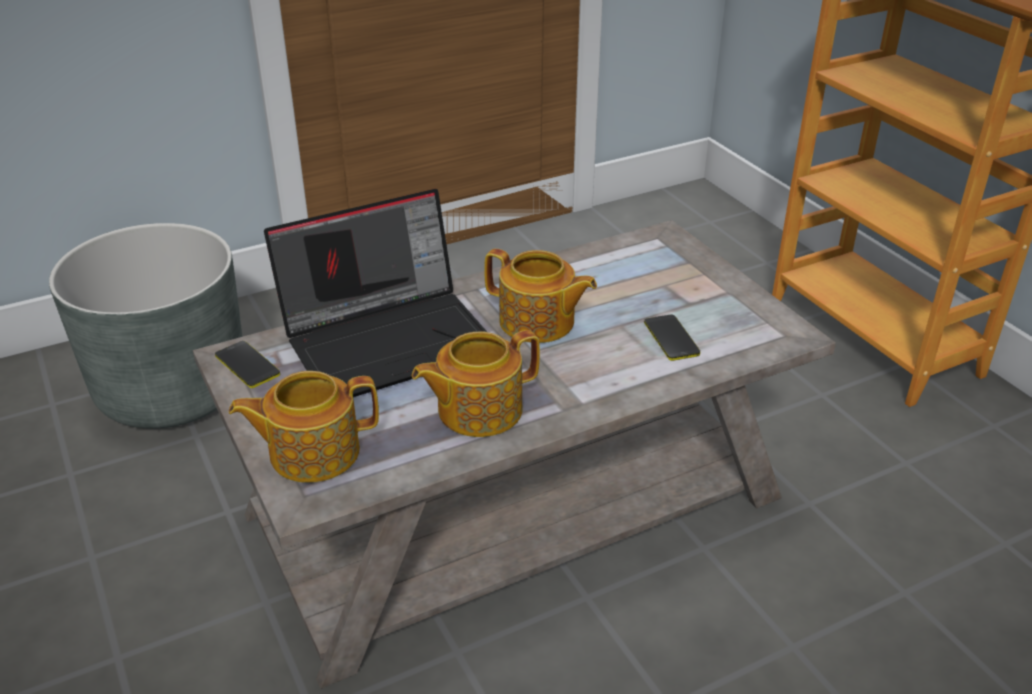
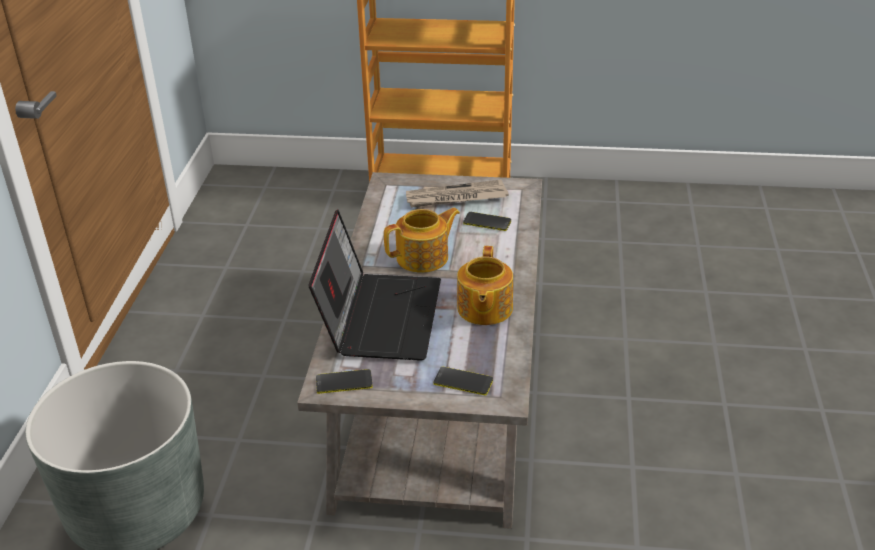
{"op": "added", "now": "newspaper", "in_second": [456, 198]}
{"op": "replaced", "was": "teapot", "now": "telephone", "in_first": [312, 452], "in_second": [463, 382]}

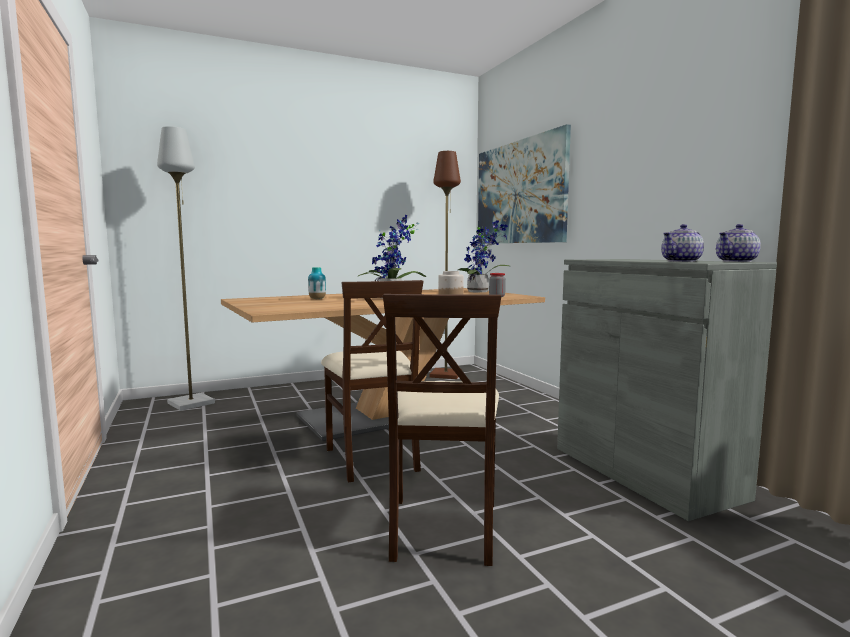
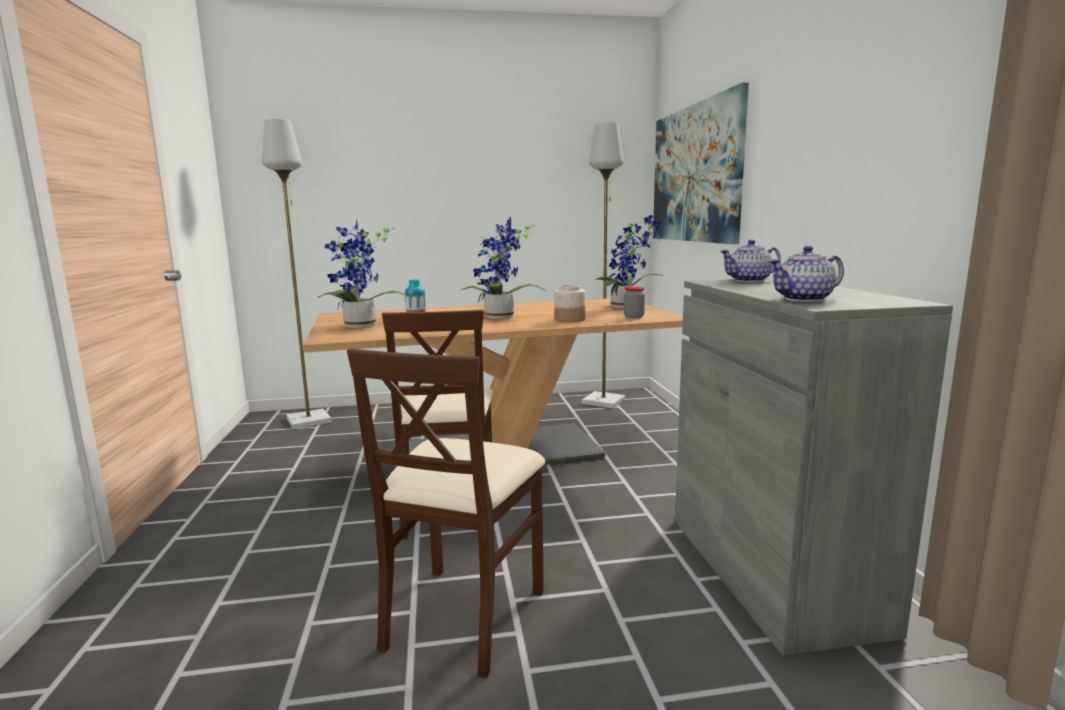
{"op": "added", "now": "houseplant", "in_second": [360, 327]}
{"op": "moved", "was": "teapot", "in_first": [737, 261], "in_second": [749, 280]}
{"op": "recoloured", "was": "brownish standing lamp", "now": "greyish standing lamp", "in_first": [446, 375], "in_second": [604, 401]}

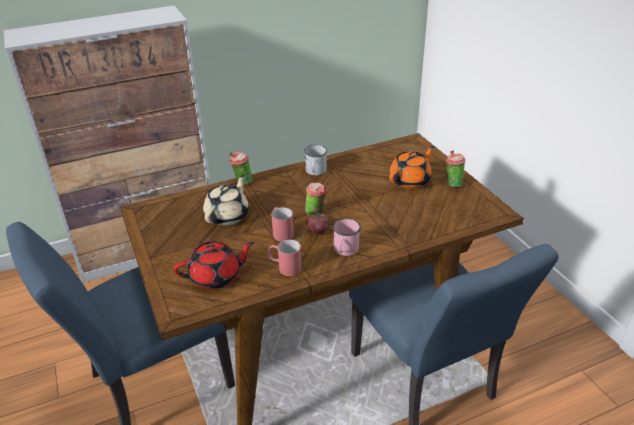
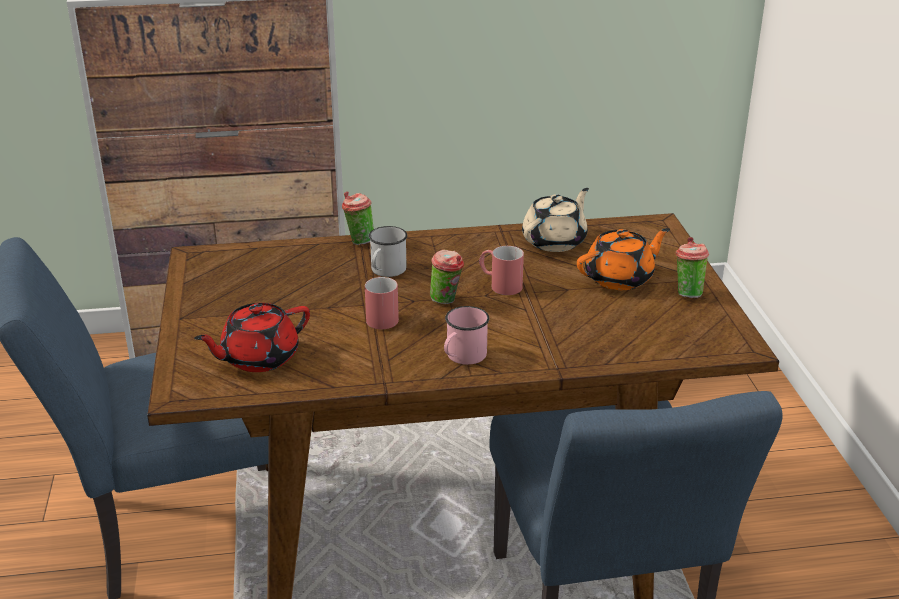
{"op": "removed", "was": "apple", "in_first": [318, 231]}
{"op": "moved", "was": "beige-coloured teapot", "in_first": [228, 215], "in_second": [555, 241]}
{"op": "moved", "was": "red coffee mug", "in_first": [284, 267], "in_second": [499, 285]}
{"op": "moved", "was": "whitish coffee mug", "in_first": [315, 172], "in_second": [386, 271]}
{"op": "turned", "was": "red teapot", "in_first": [216, 277], "in_second": [258, 358], "clockwise": 150}

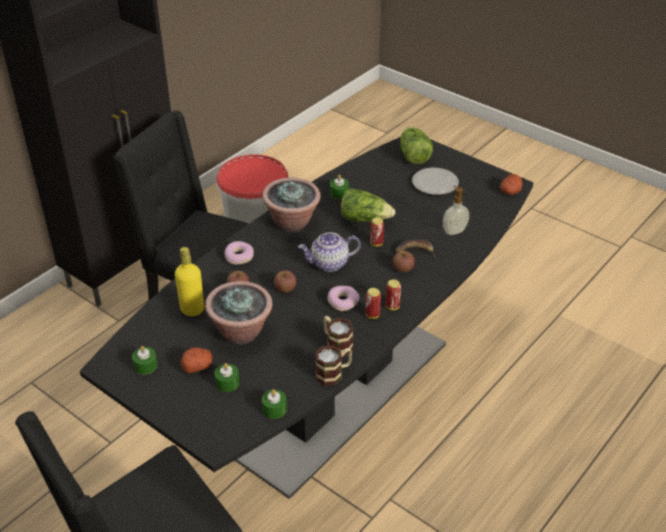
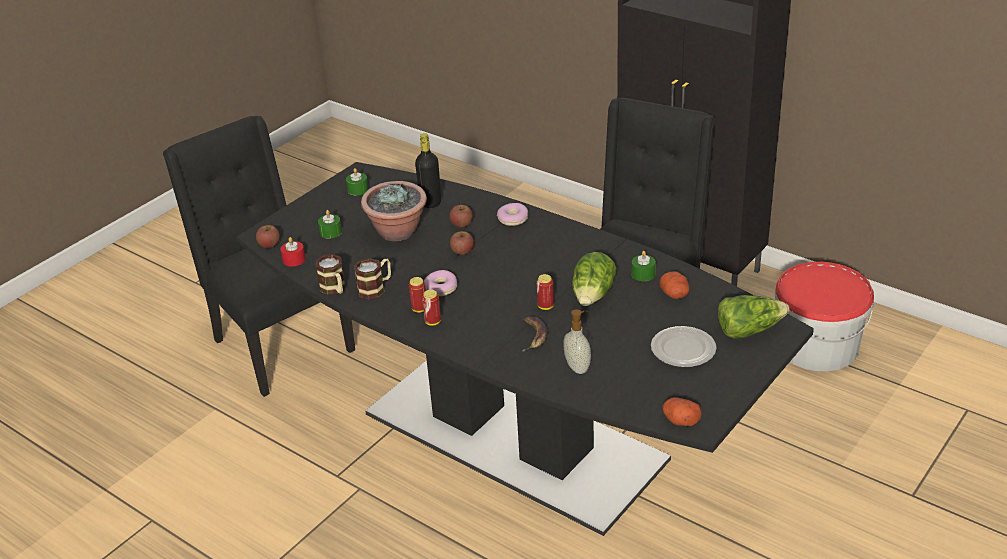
{"op": "removed", "was": "houseplant", "in_first": [292, 222]}
{"op": "removed", "was": "teapot", "in_first": [329, 264]}
{"op": "moved", "was": "spud", "in_first": [197, 366], "in_second": [675, 294]}
{"op": "moved", "was": "apple", "in_first": [403, 268], "in_second": [269, 244]}
{"op": "recoloured", "was": "yellow-coloured bottle", "now": "black bottle", "in_first": [192, 309], "in_second": [430, 203]}
{"op": "recoloured", "was": "green wax light", "now": "red wax light", "in_first": [274, 409], "in_second": [294, 260]}

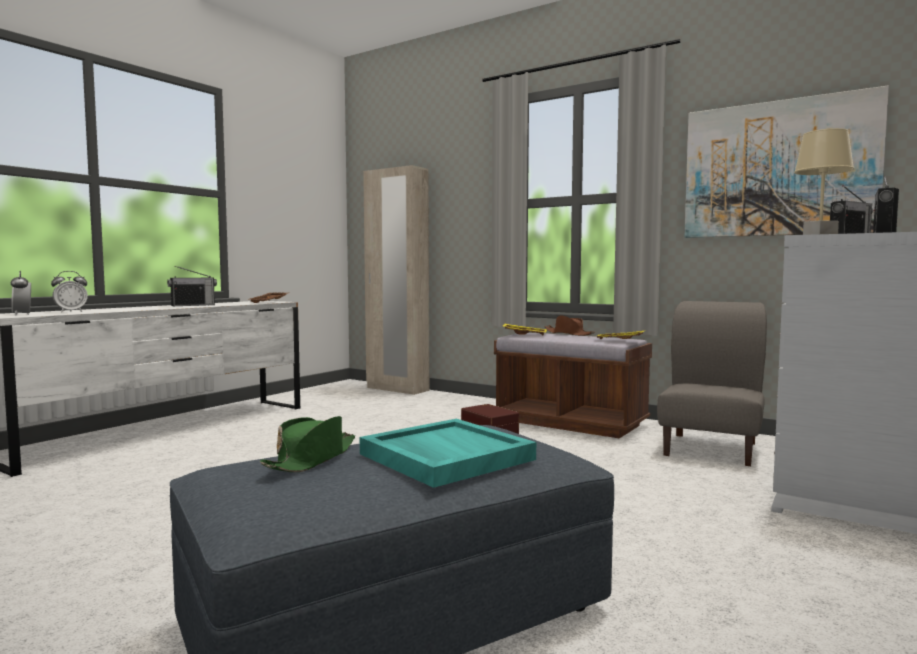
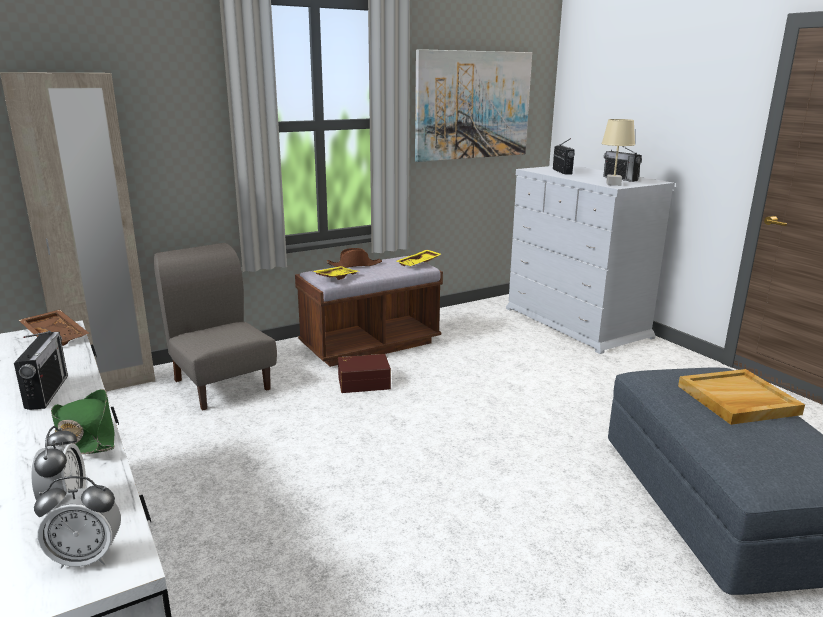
{"op": "moved", "was": "green hat", "in_first": [312, 459], "in_second": [86, 435]}
{"op": "moved", "was": "greyish upright chair", "in_first": [711, 449], "in_second": [222, 384]}
{"op": "recoloured", "was": "turquoise serving tray", "now": "beige-coloured serving tray", "in_first": [444, 456], "in_second": [737, 400]}

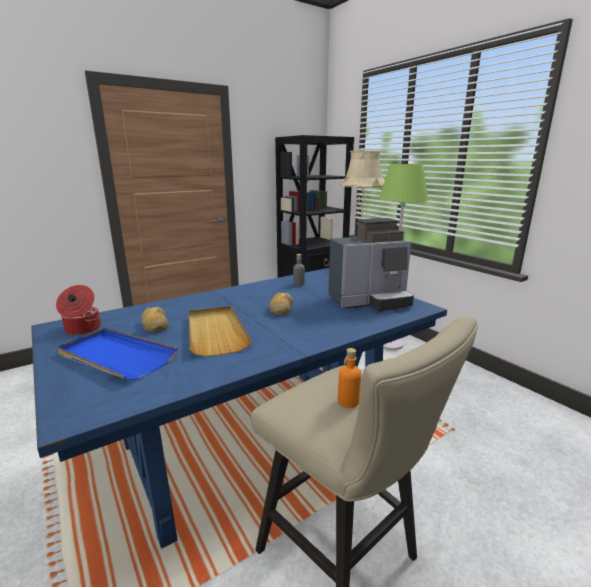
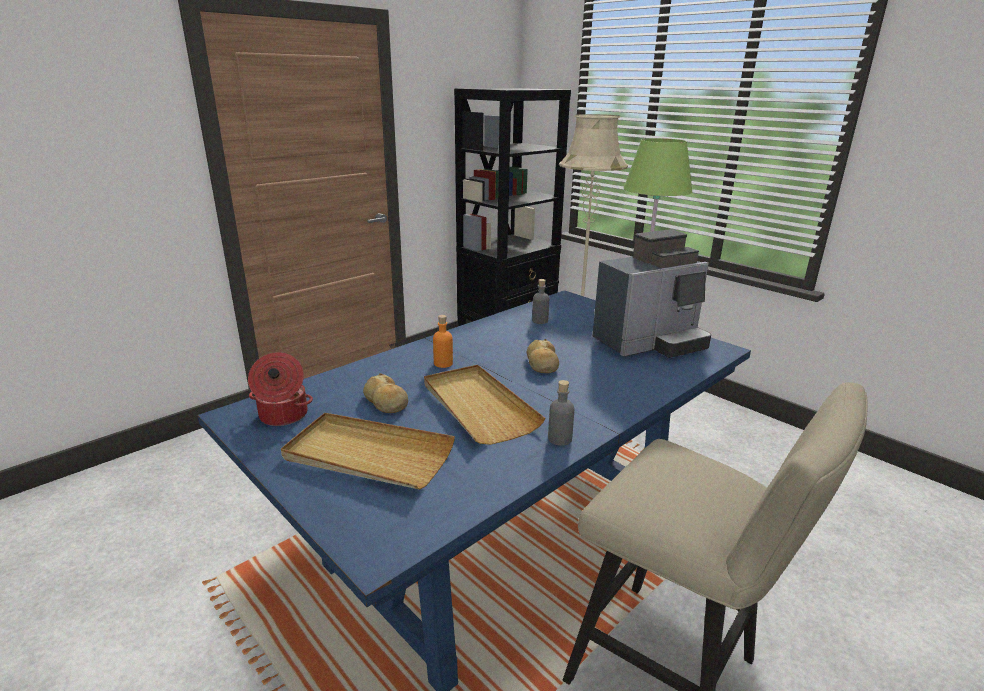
{"op": "added", "now": "greyish bottle", "in_second": [559, 439]}
{"op": "moved", "was": "orange bottle", "in_first": [348, 401], "in_second": [443, 363]}
{"op": "recoloured", "was": "bluish serving tray", "now": "beige-coloured serving tray", "in_first": [116, 357], "in_second": [368, 455]}

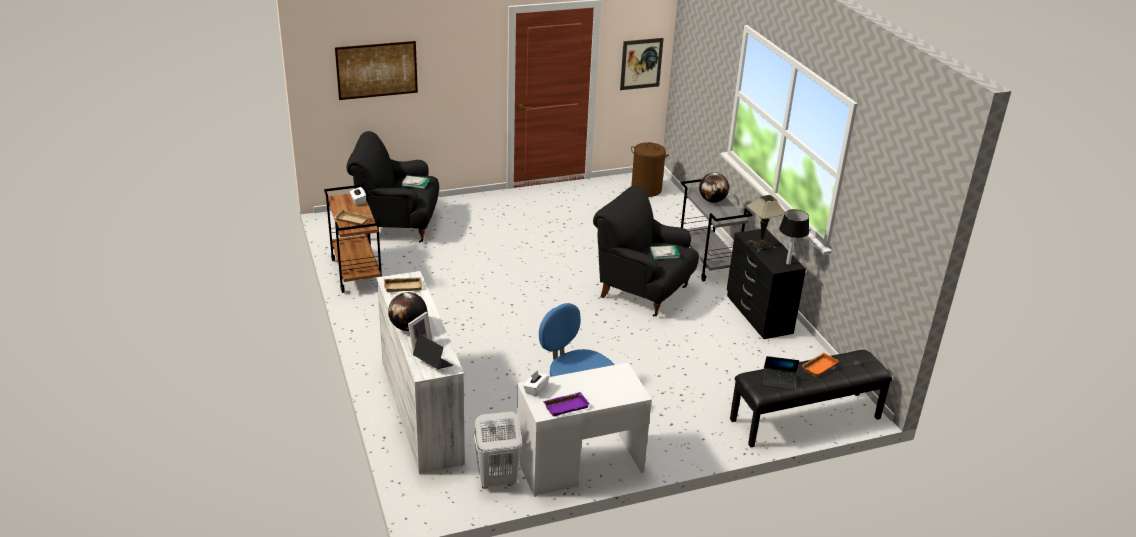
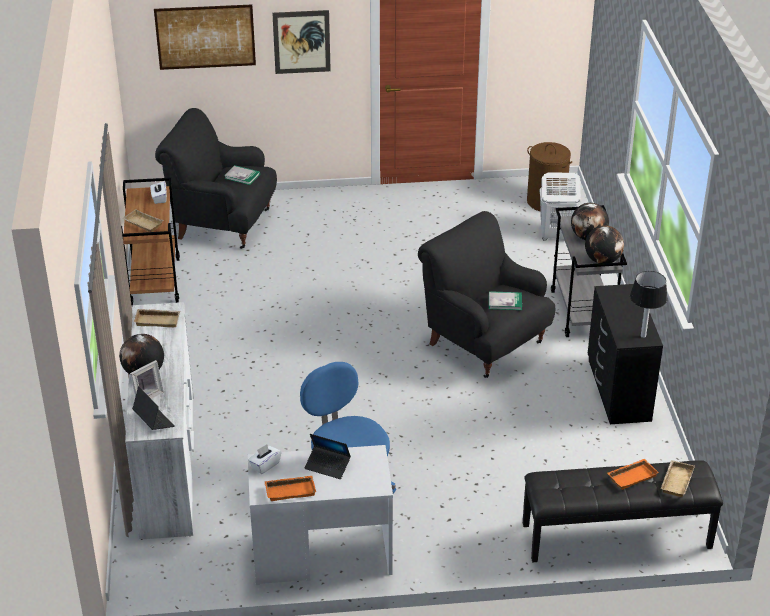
{"op": "removed", "was": "tabletop lamp", "in_first": [761, 245]}
{"op": "added", "now": "desk globe", "in_second": [602, 260]}
{"op": "added", "now": "beige-coloured serving tray", "in_second": [675, 481]}
{"op": "moved", "was": "whitish hamper", "in_first": [497, 480], "in_second": [556, 236]}
{"op": "moved", "was": "picture", "in_first": [641, 64], "in_second": [301, 42]}
{"op": "moved", "was": "notebook computer", "in_first": [779, 381], "in_second": [327, 466]}
{"op": "recoloured", "was": "purplish serving tray", "now": "orange serving tray", "in_first": [566, 406], "in_second": [291, 490]}

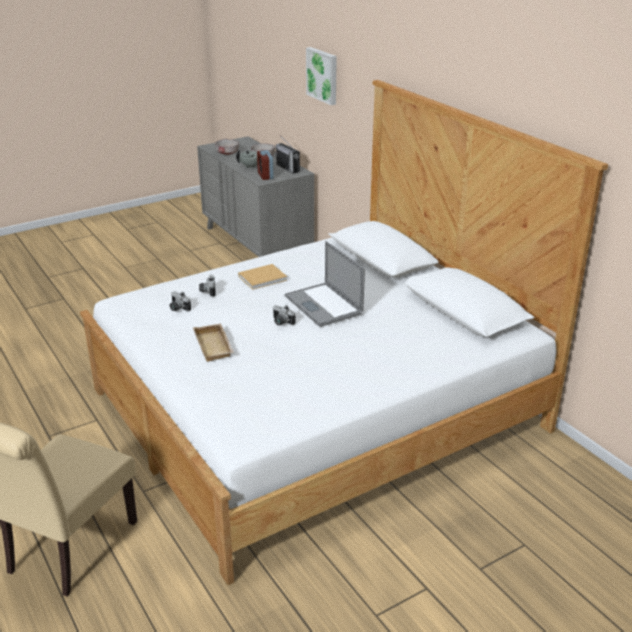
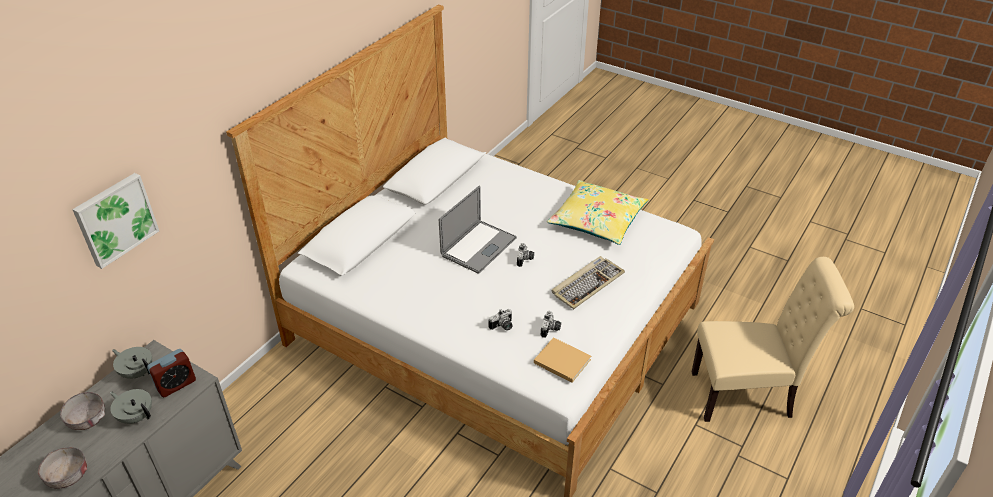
{"op": "added", "now": "yellow-coloured throw pillow", "in_second": [597, 220]}
{"op": "moved", "was": "beige-coloured volume", "in_first": [264, 278], "in_second": [561, 360]}
{"op": "replaced", "was": "beige-coloured serving tray", "now": "computer keyboard", "in_first": [215, 346], "in_second": [587, 284]}
{"op": "replaced", "was": "radio set", "now": "greyish teapot", "in_first": [288, 168], "in_second": [137, 372]}

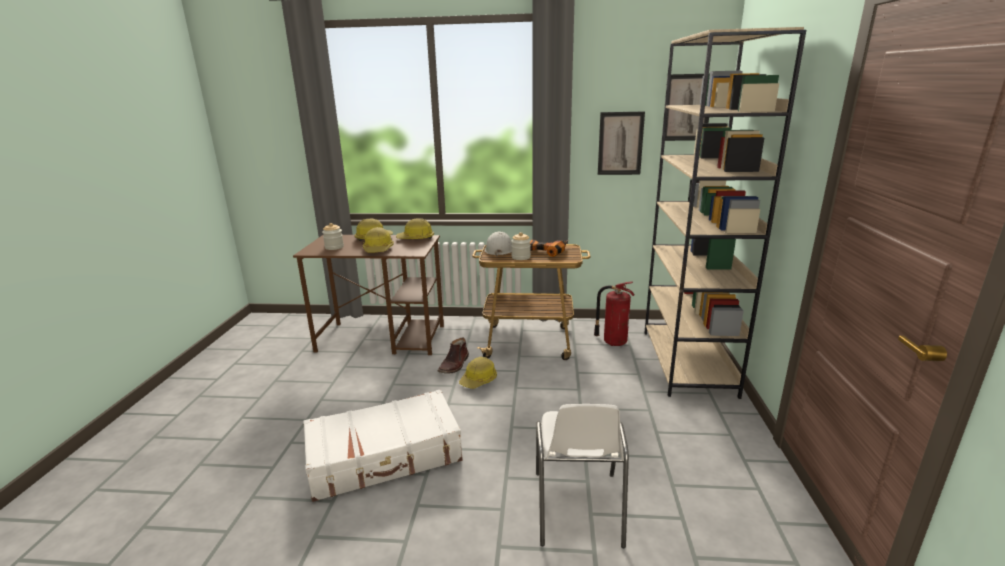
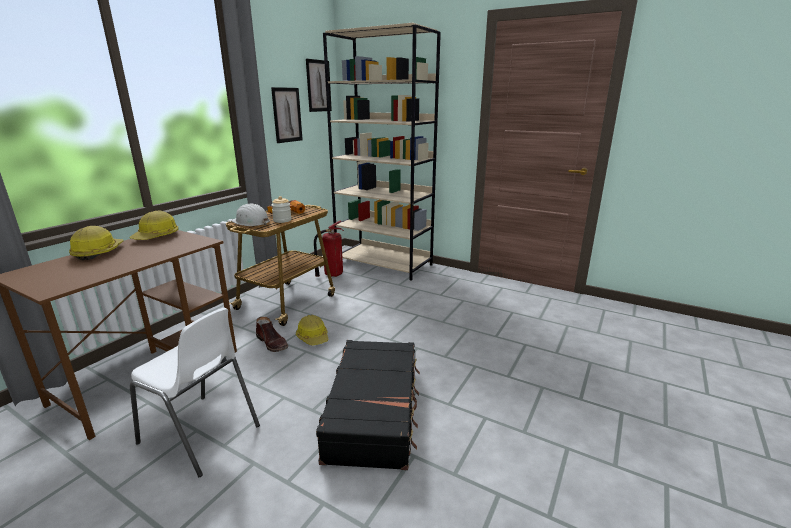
{"op": "removed", "was": "preserve jar", "in_first": [334, 247]}
{"op": "removed", "was": "safety helmet", "in_first": [378, 249]}
{"op": "moved", "was": "whitish upright chair", "in_first": [577, 509], "in_second": [201, 434]}
{"op": "recoloured", "was": "whitish suitcase", "now": "black suitcase", "in_first": [385, 456], "in_second": [374, 411]}

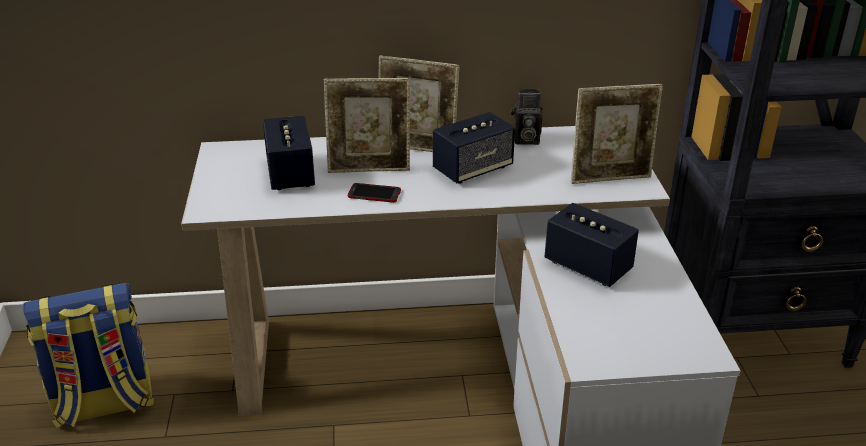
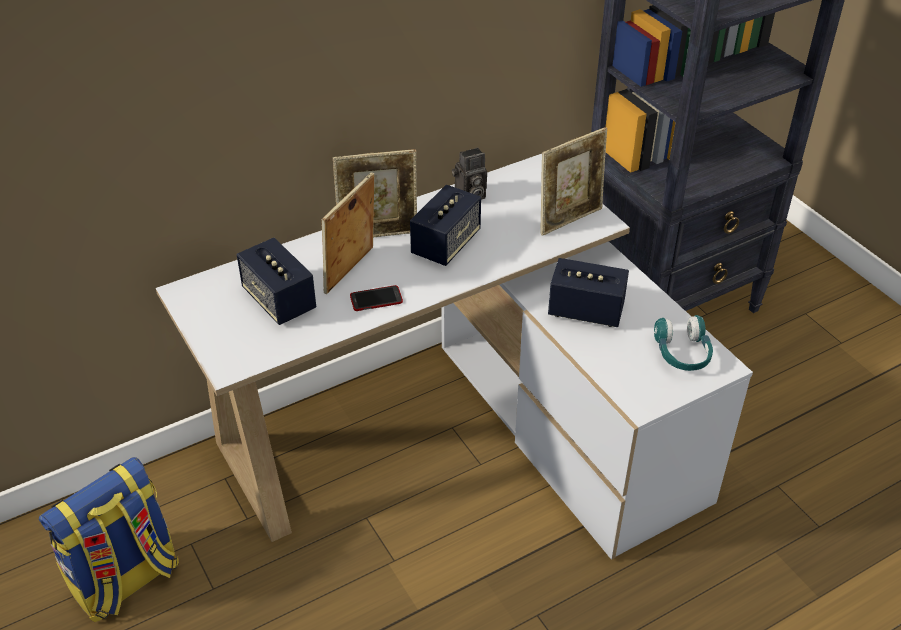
{"op": "added", "now": "turquoise headphones", "in_second": [682, 353]}
{"op": "turned", "was": "standing frame", "in_first": [369, 169], "in_second": [351, 272], "clockwise": 150}

